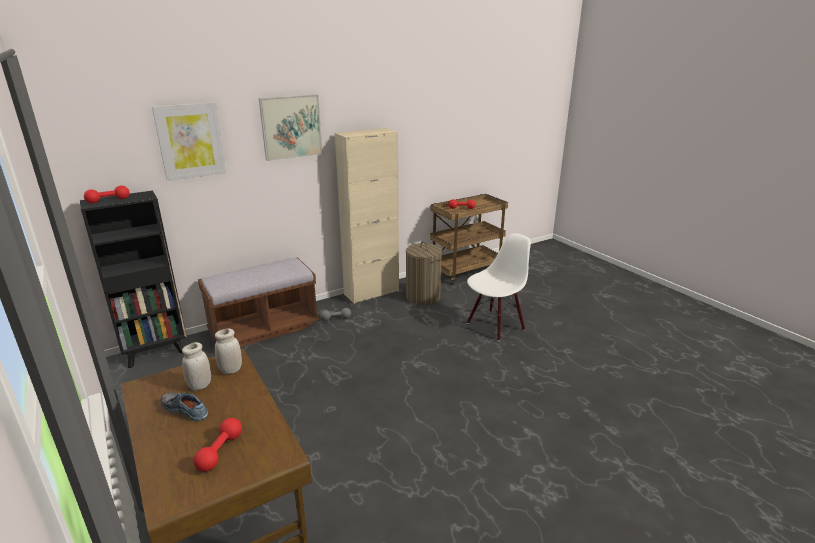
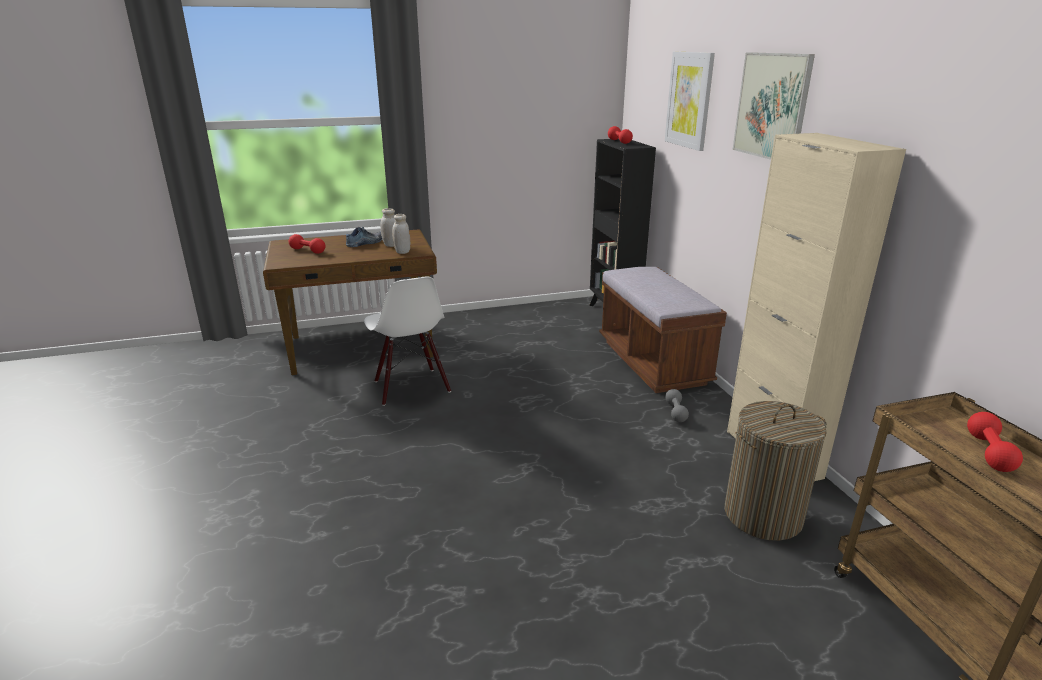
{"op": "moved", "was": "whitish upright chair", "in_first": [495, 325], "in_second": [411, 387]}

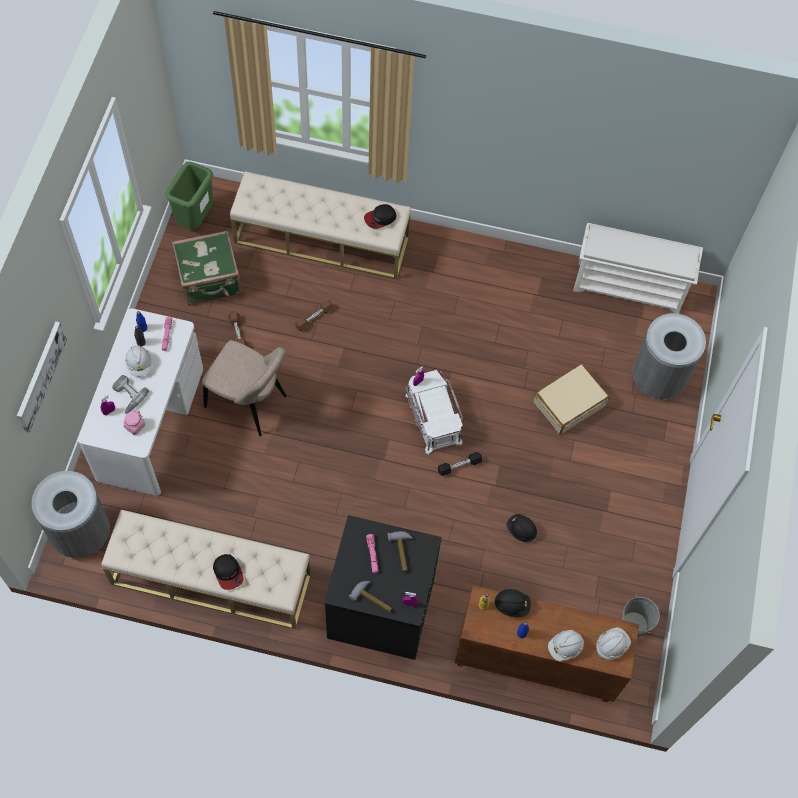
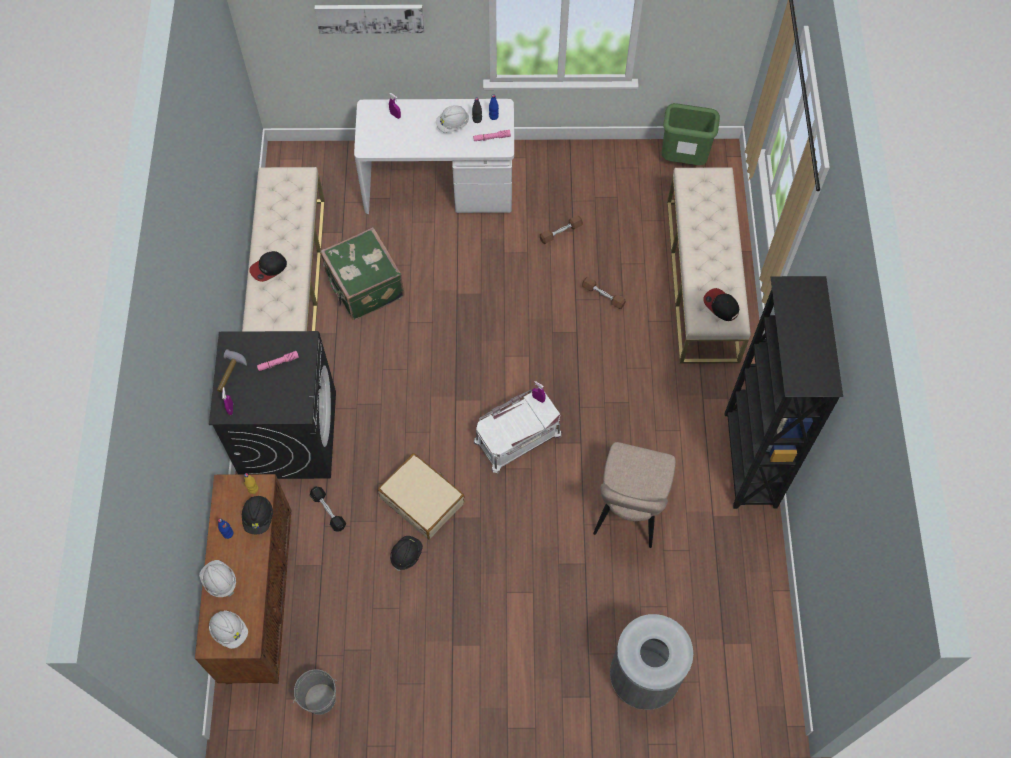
{"op": "removed", "was": "greyish rubbish bin", "in_first": [81, 533]}
{"op": "removed", "was": "electric drill", "in_first": [127, 396]}
{"op": "removed", "was": "pink preserve jar", "in_first": [134, 426]}
{"op": "removed", "was": "hand hammer", "in_first": [402, 552]}
{"op": "removed", "was": "whitish shoe shelf", "in_first": [629, 287]}
{"op": "added", "now": "black bookshelf", "in_second": [749, 460]}
{"op": "moved", "was": "green suitcase", "in_first": [210, 280], "in_second": [364, 287]}
{"op": "moved", "was": "beige-coloured upright chair", "in_first": [249, 403], "in_second": [629, 511]}
{"op": "moved", "was": "black dumbbell", "in_first": [459, 466], "in_second": [328, 511]}
{"op": "moved", "was": "beige-coloured suitcase", "in_first": [568, 403], "in_second": [422, 500]}

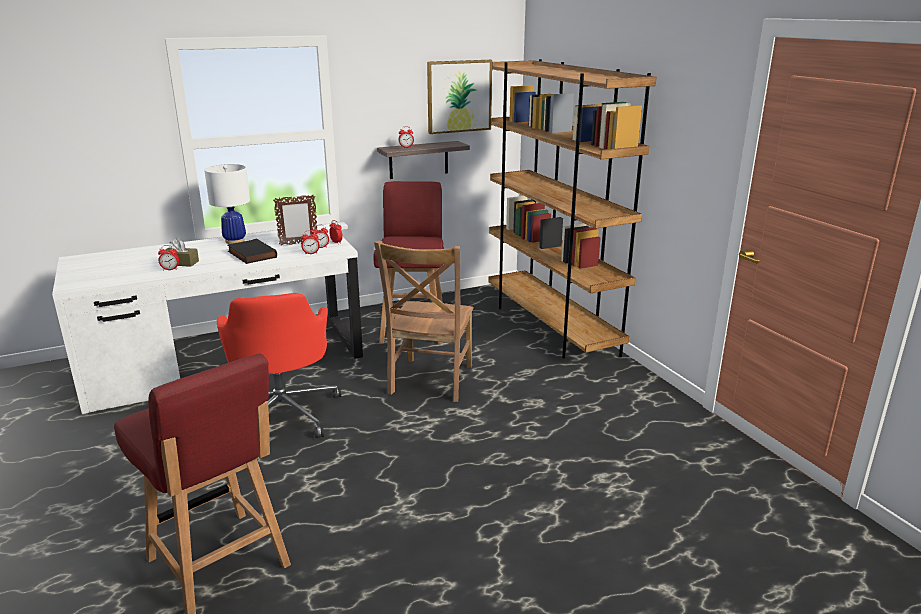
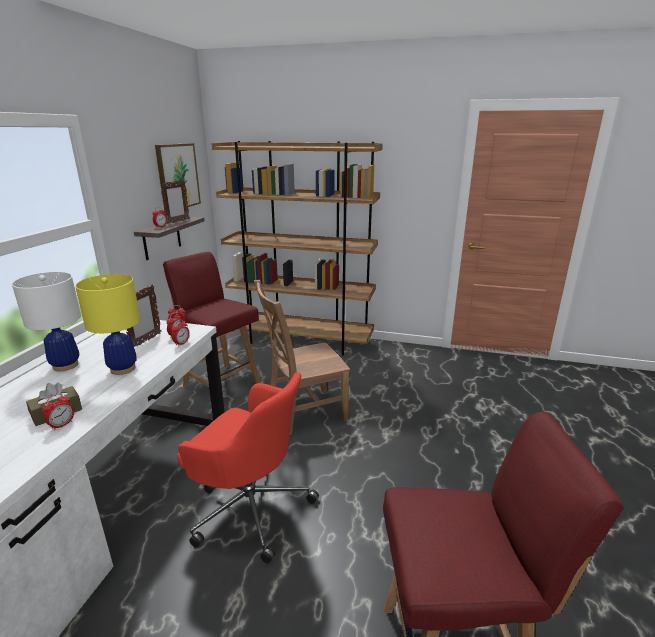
{"op": "added", "now": "standing frame", "in_second": [178, 221]}
{"op": "replaced", "was": "black volume", "now": "yellow-coloured tabletop lamp", "in_first": [251, 254], "in_second": [122, 369]}
{"op": "turned", "was": "brownish upright chair", "in_first": [430, 381], "in_second": [303, 412], "clockwise": 105}

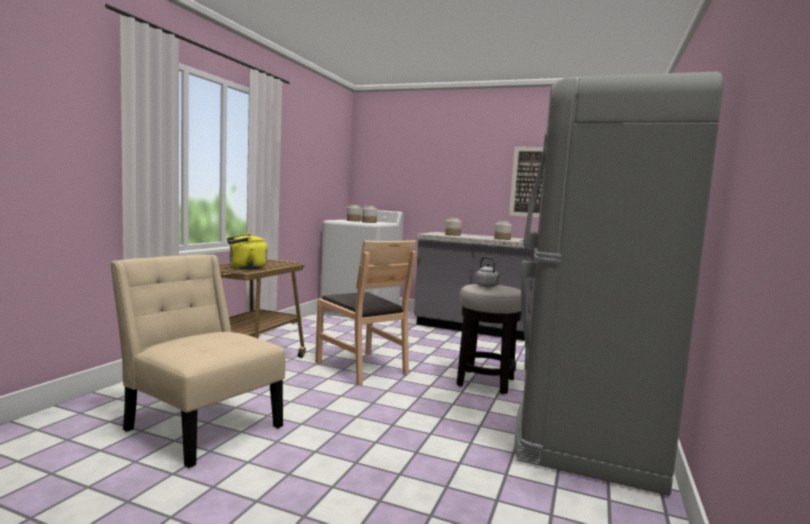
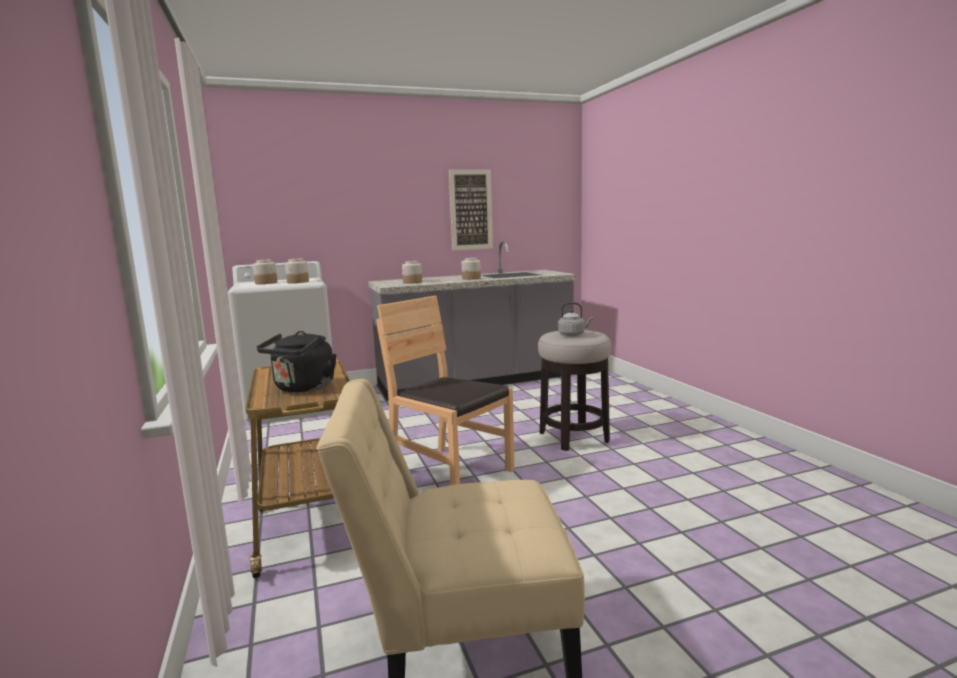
{"op": "removed", "was": "greyish fridge", "in_first": [586, 434]}
{"op": "recoloured", "was": "yellow-coloured water kettle", "now": "black water kettle", "in_first": [245, 268], "in_second": [302, 388]}
{"op": "turned", "was": "brownish upright chair", "in_first": [362, 367], "in_second": [450, 472], "clockwise": -150}

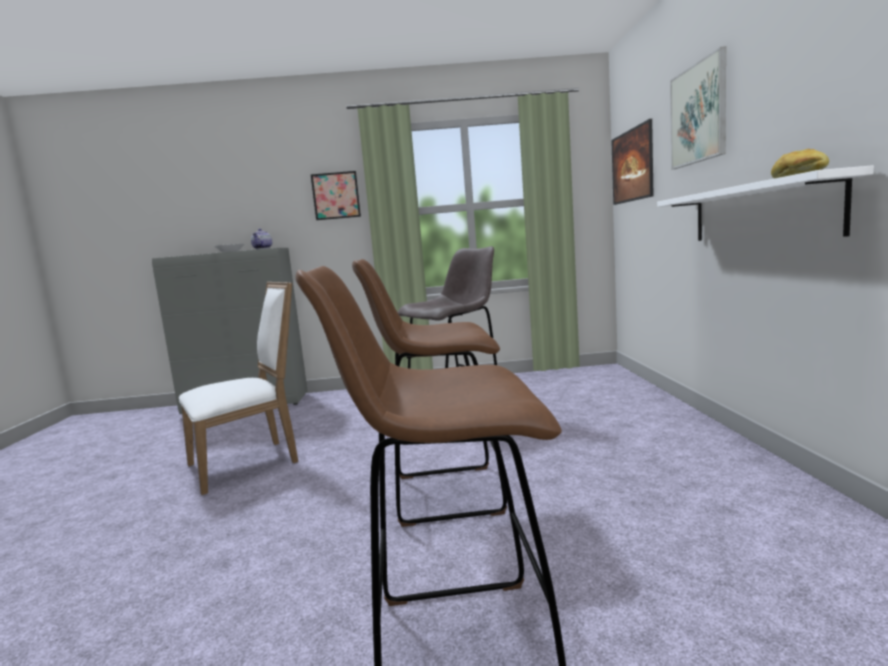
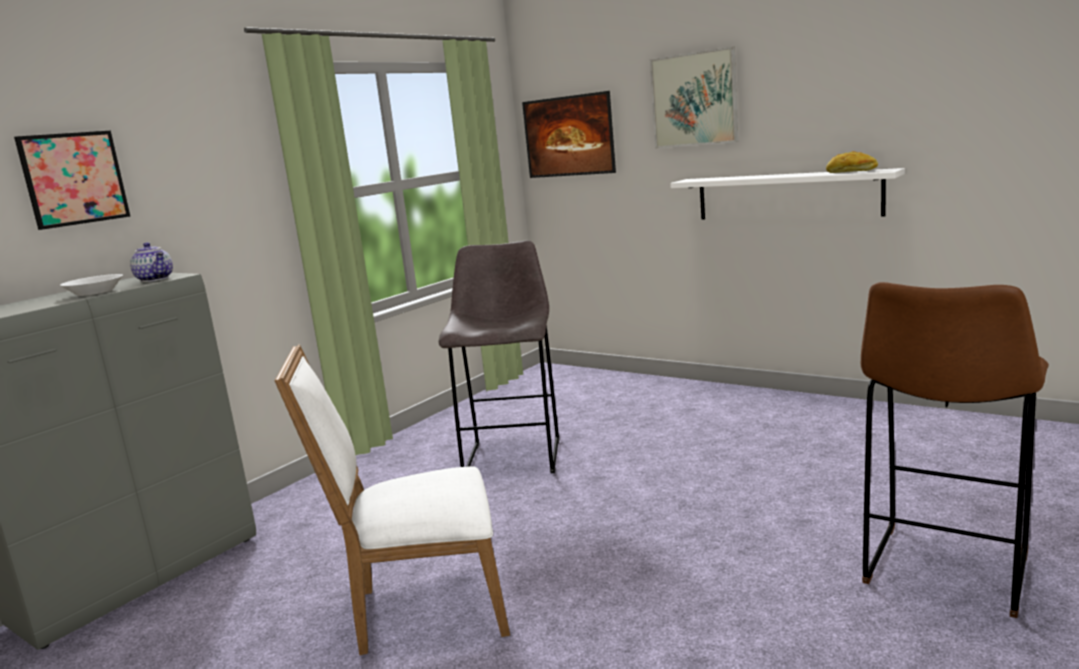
{"op": "removed", "was": "brownish sitting stool", "in_first": [443, 494]}
{"op": "moved", "was": "picture", "in_first": [336, 195], "in_second": [74, 178]}
{"op": "turned", "was": "whitish upright chair", "in_first": [250, 462], "in_second": [422, 609], "clockwise": -105}

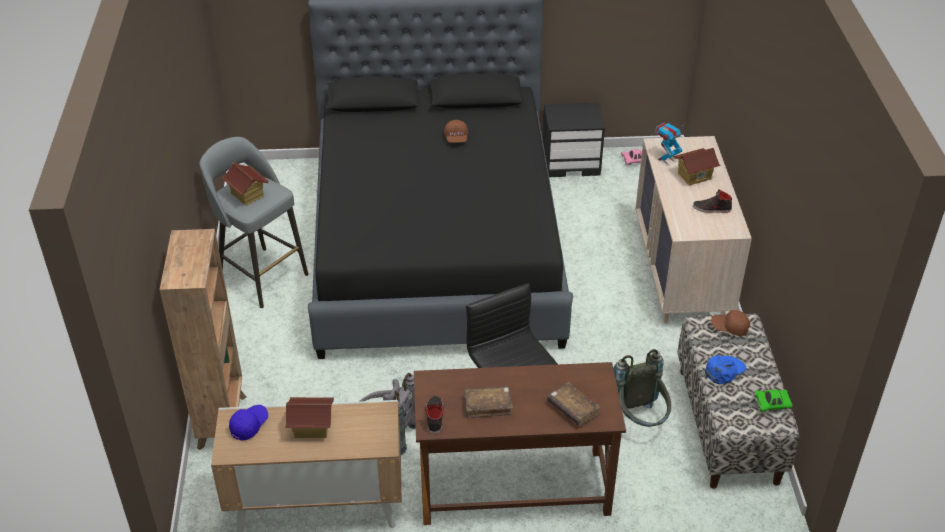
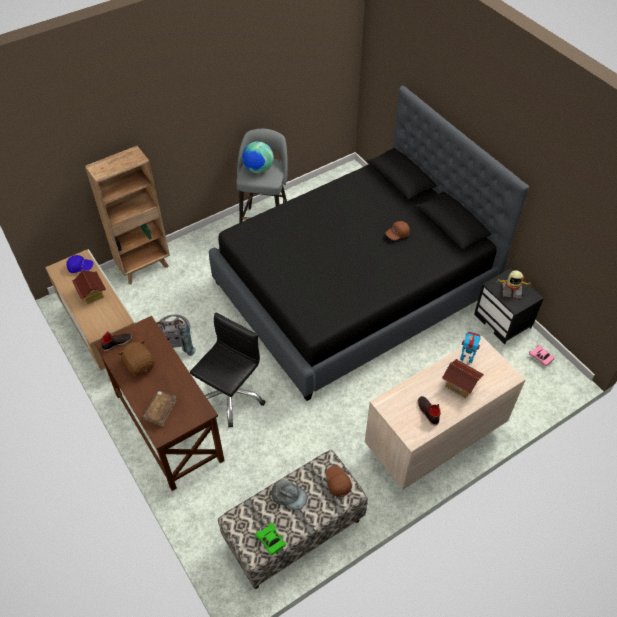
{"op": "removed", "was": "greyish knapsack", "in_first": [640, 421]}
{"op": "added", "now": "robot figure", "in_second": [511, 290]}
{"op": "replaced", "was": "toy house", "now": "desk globe", "in_first": [247, 195], "in_second": [258, 169]}
{"op": "replaced", "was": "brownish volume", "now": "brownish cuddly toy", "in_first": [488, 405], "in_second": [140, 365]}
{"op": "recoloured", "was": "bluish cap", "now": "greyish cap", "in_first": [724, 370], "in_second": [288, 496]}

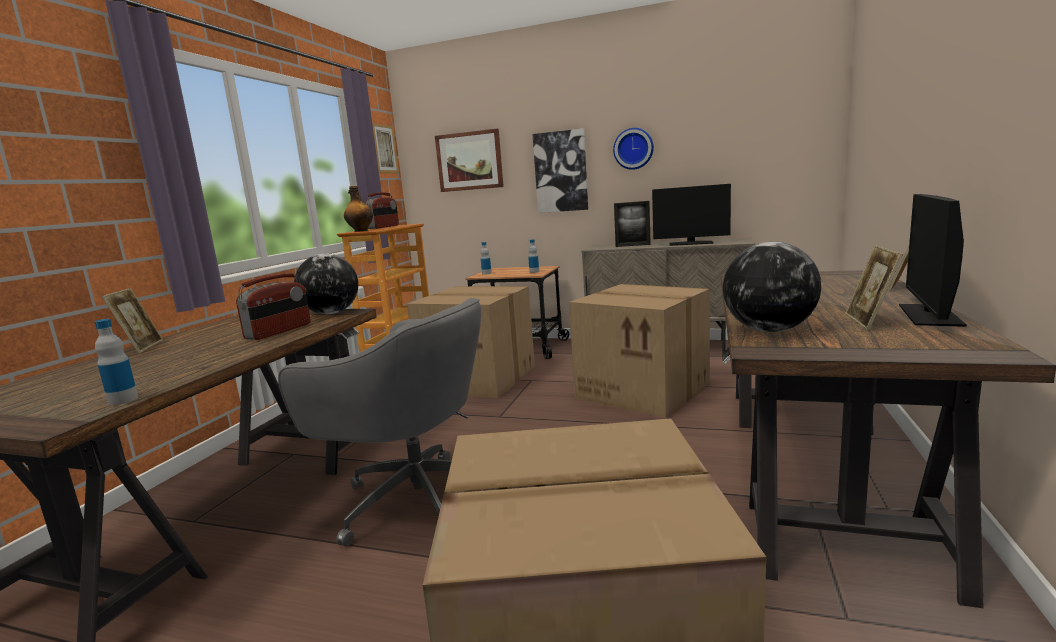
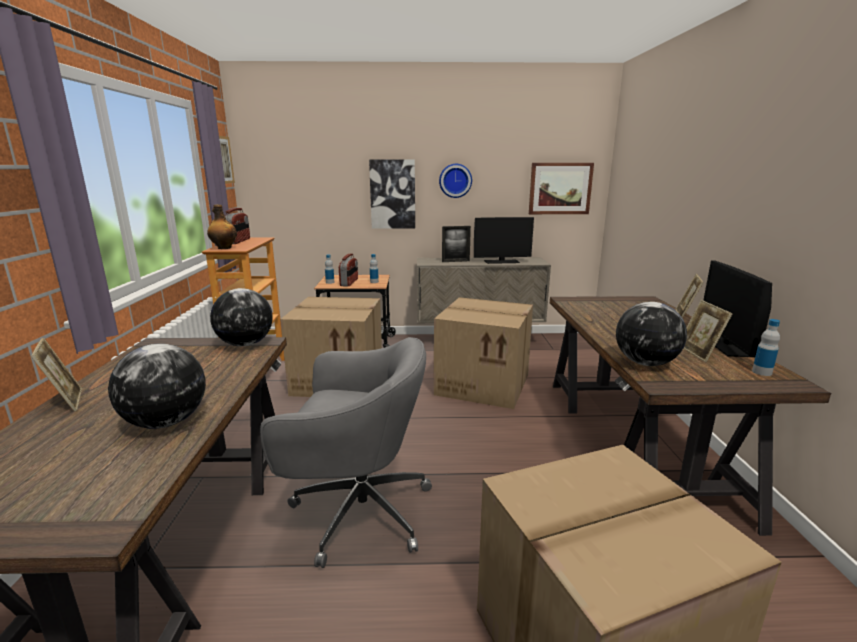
{"op": "added", "now": "desk globe", "in_second": [167, 422]}
{"op": "moved", "was": "bottle", "in_first": [123, 400], "in_second": [762, 372]}
{"op": "moved", "was": "radio set", "in_first": [279, 331], "in_second": [349, 282]}
{"op": "moved", "was": "picture", "in_first": [469, 161], "in_second": [560, 188]}

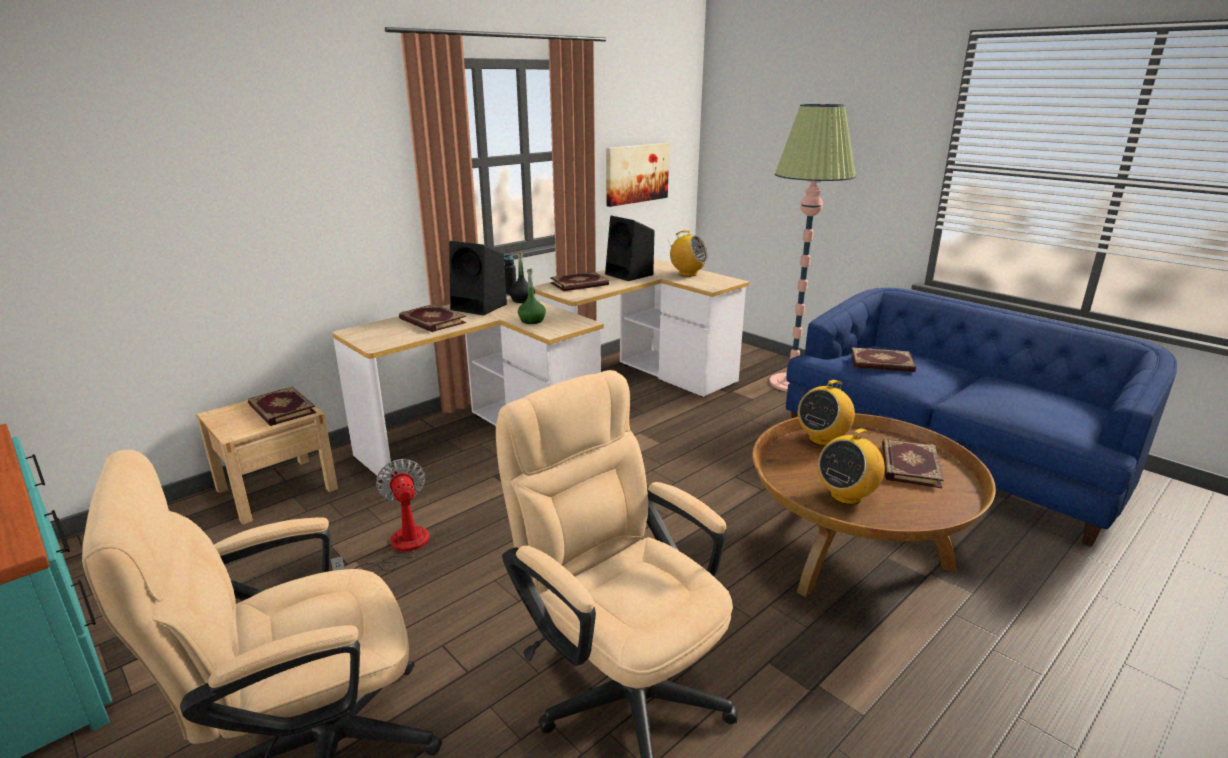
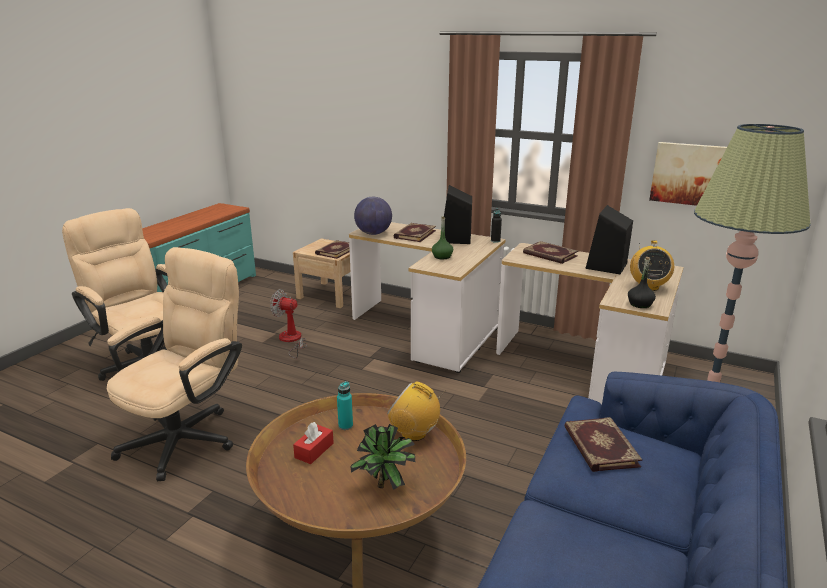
{"op": "added", "now": "turquoise bottle", "in_second": [345, 426]}
{"op": "added", "now": "desk globe", "in_second": [373, 233]}
{"op": "moved", "was": "black bottle", "in_first": [522, 300], "in_second": [640, 304]}
{"op": "replaced", "was": "radio set", "now": "red box of tissues", "in_first": [846, 496], "in_second": [314, 450]}
{"op": "replaced", "was": "volume", "now": "houseplant", "in_first": [908, 465], "in_second": [386, 486]}
{"op": "turned", "was": "cooling fan", "in_first": [399, 548], "in_second": [291, 340], "clockwise": -120}

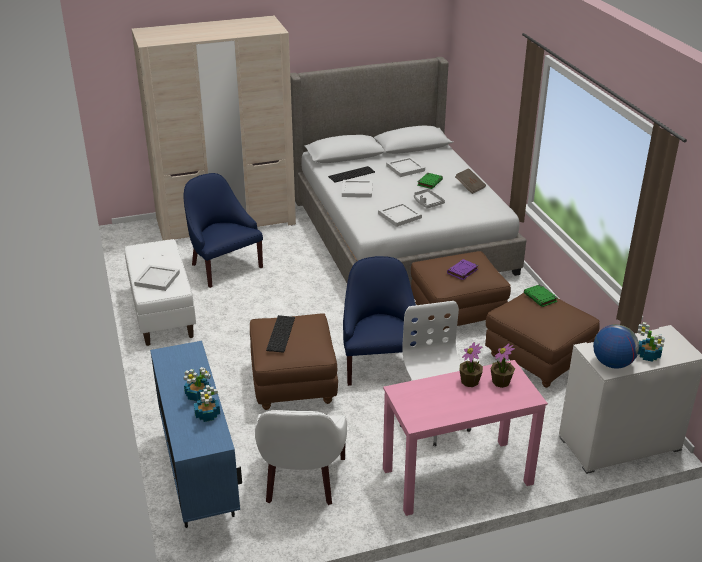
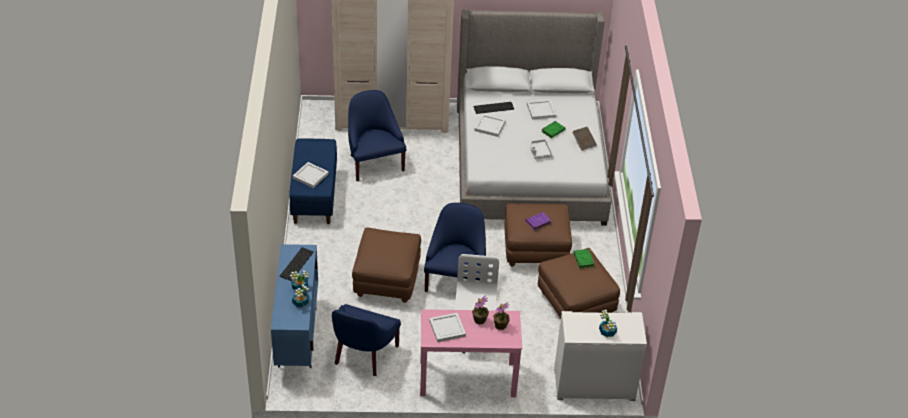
{"op": "removed", "was": "desk globe", "in_first": [612, 363]}
{"op": "moved", "was": "computer keyboard", "in_first": [280, 333], "in_second": [296, 263]}
{"op": "moved", "was": "whitish serving tray", "in_first": [400, 216], "in_second": [448, 329]}
{"op": "recoloured", "was": "whitish indoor bench", "now": "bluish indoor bench", "in_first": [162, 312], "in_second": [314, 195]}
{"op": "recoloured", "was": "whitish easy chair", "now": "bluish easy chair", "in_first": [301, 480], "in_second": [363, 354]}

